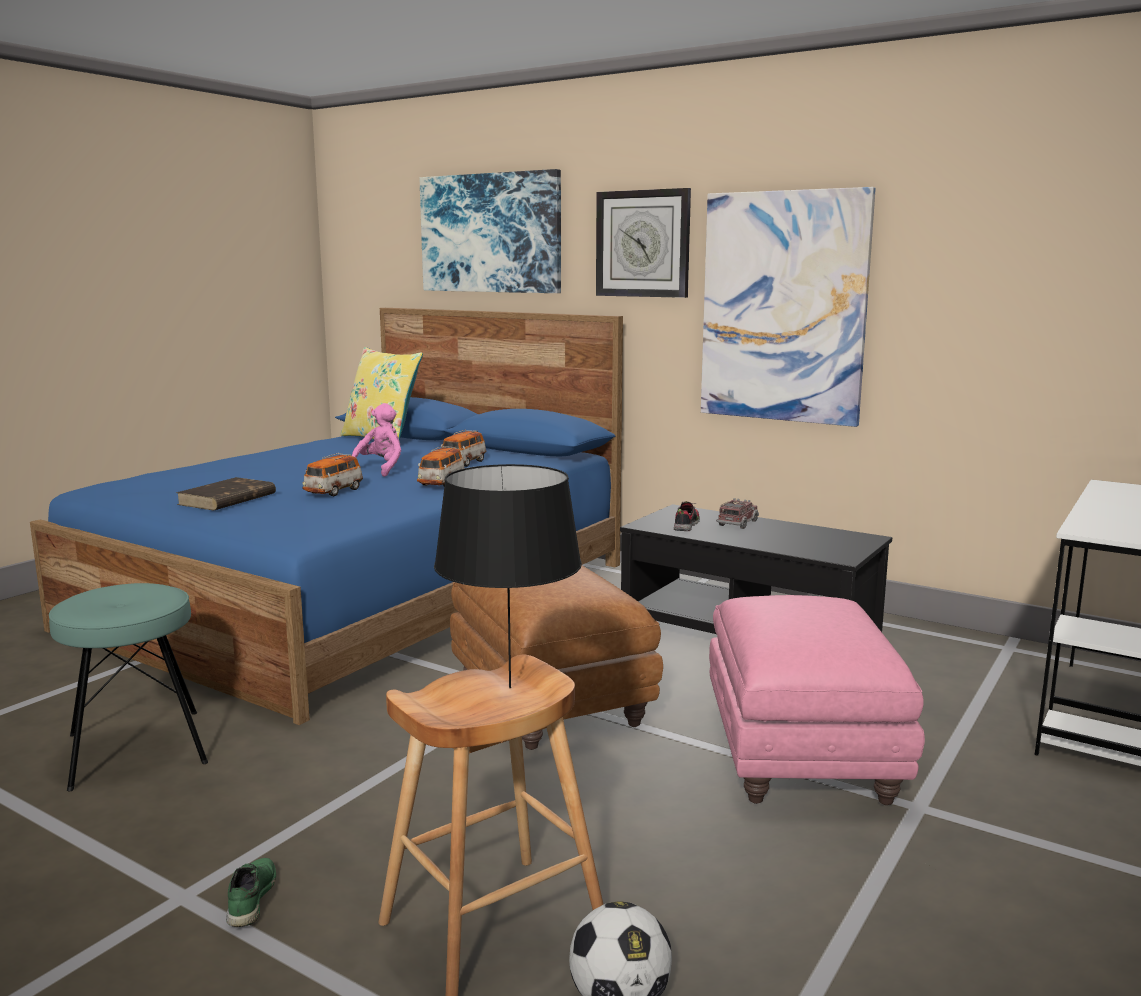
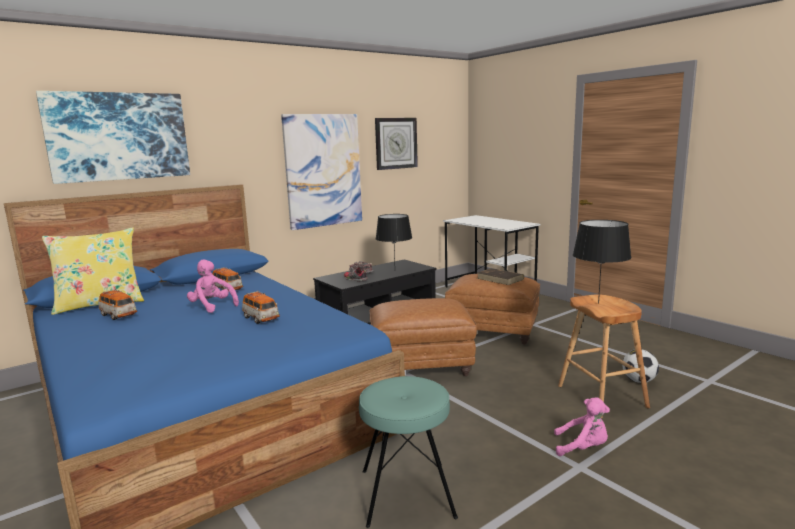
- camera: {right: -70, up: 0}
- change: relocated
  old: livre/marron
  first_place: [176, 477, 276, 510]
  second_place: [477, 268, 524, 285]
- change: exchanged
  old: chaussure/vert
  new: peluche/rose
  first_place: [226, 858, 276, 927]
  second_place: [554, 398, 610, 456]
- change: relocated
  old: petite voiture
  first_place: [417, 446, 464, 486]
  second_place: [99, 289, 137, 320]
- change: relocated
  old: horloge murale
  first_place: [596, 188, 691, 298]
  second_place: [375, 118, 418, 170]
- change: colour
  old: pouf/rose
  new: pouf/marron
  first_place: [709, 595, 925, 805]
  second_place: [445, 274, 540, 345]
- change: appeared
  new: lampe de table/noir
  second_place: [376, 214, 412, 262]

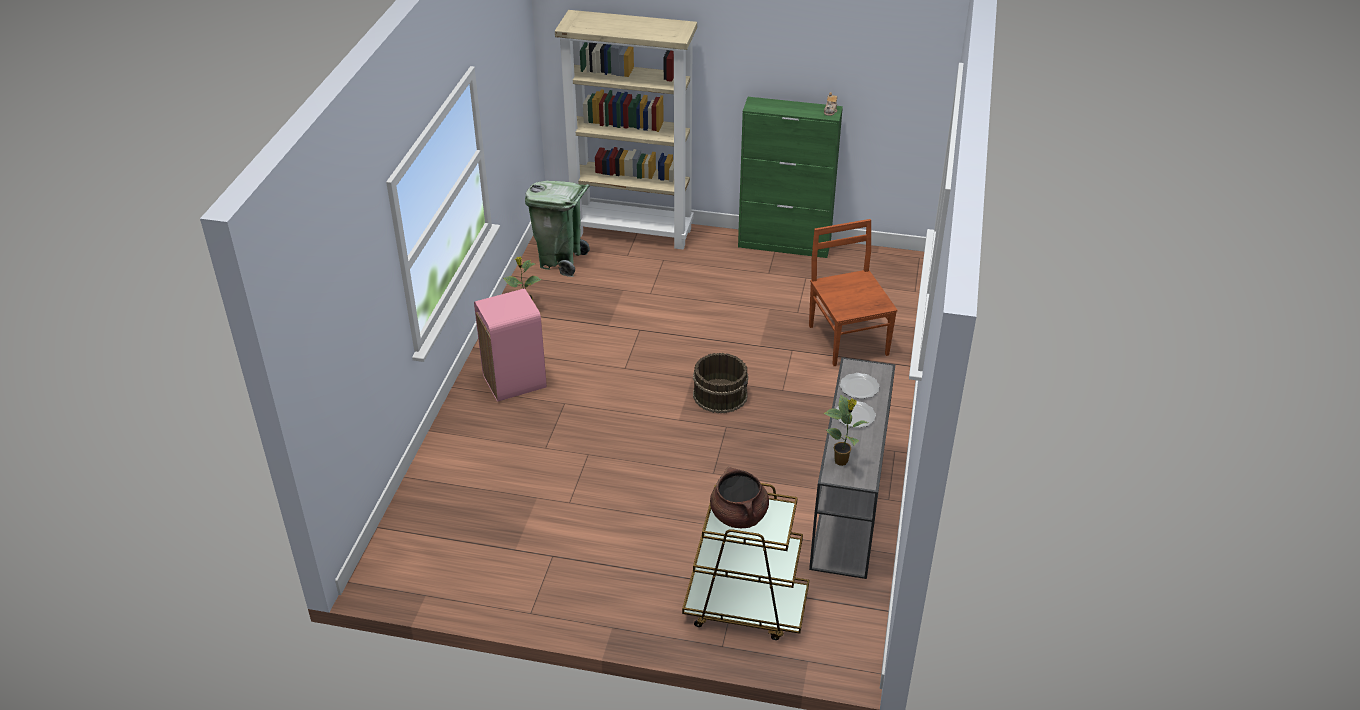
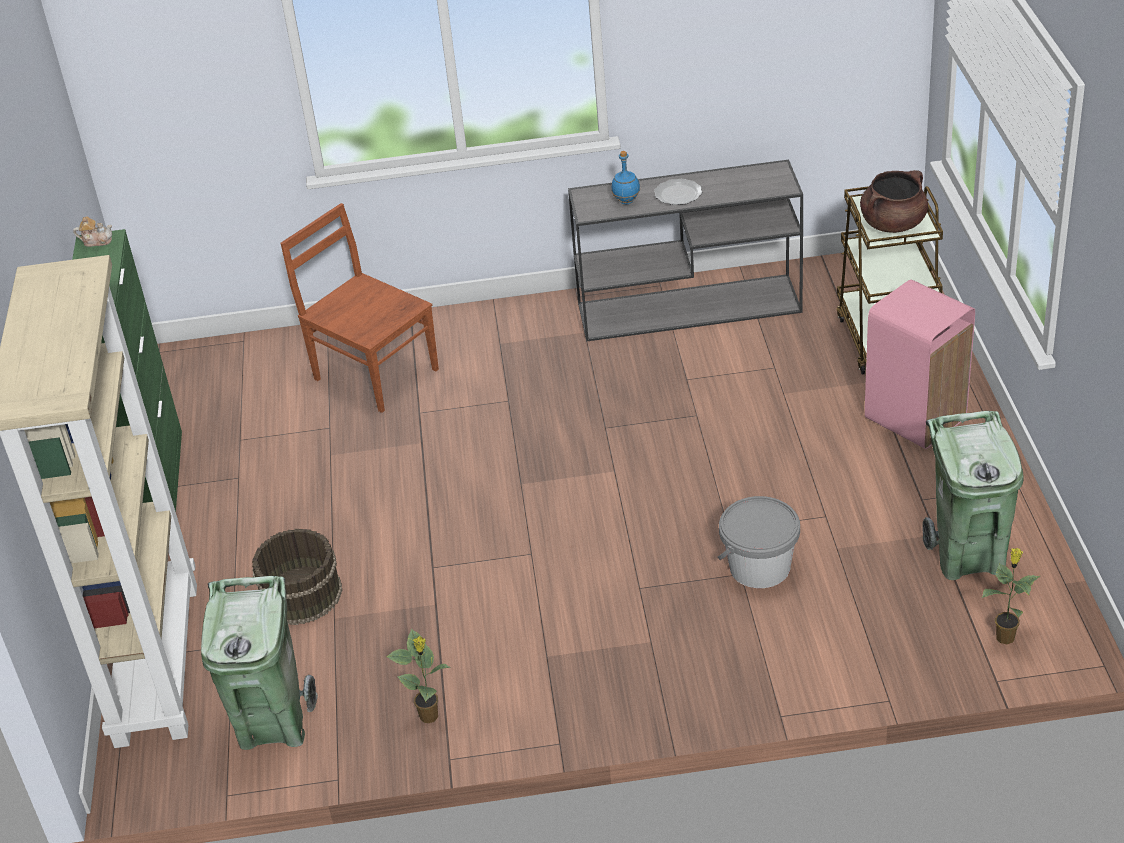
- camera: {right: -105, up: 0}
- change: relocated
  old: poubelle/rose
  first_place: [474, 288, 547, 402]
  second_place: [865, 280, 975, 449]
- change: relocated
  old: seau/marron
  first_place: [693, 353, 748, 414]
  second_place: [252, 529, 342, 625]
- change: spun
  old: chaise/marron
  first_place: [809, 219, 898, 366]
  second_place: [280, 203, 439, 413]
  degrees: 75
- change: relocated
  old: plante en pot
  first_place: [823, 394, 868, 466]
  second_place: [982, 548, 1040, 644]
- change: exchanged
  old: assiette
  new: bouteille/bleu
  first_place: [840, 373, 880, 399]
  second_place: [612, 151, 640, 204]
- change: appeared
  new: seau/gris
  second_place: [718, 496, 800, 588]
- change: appeared
  new: poubelle/vert
  second_place: [922, 411, 1024, 580]

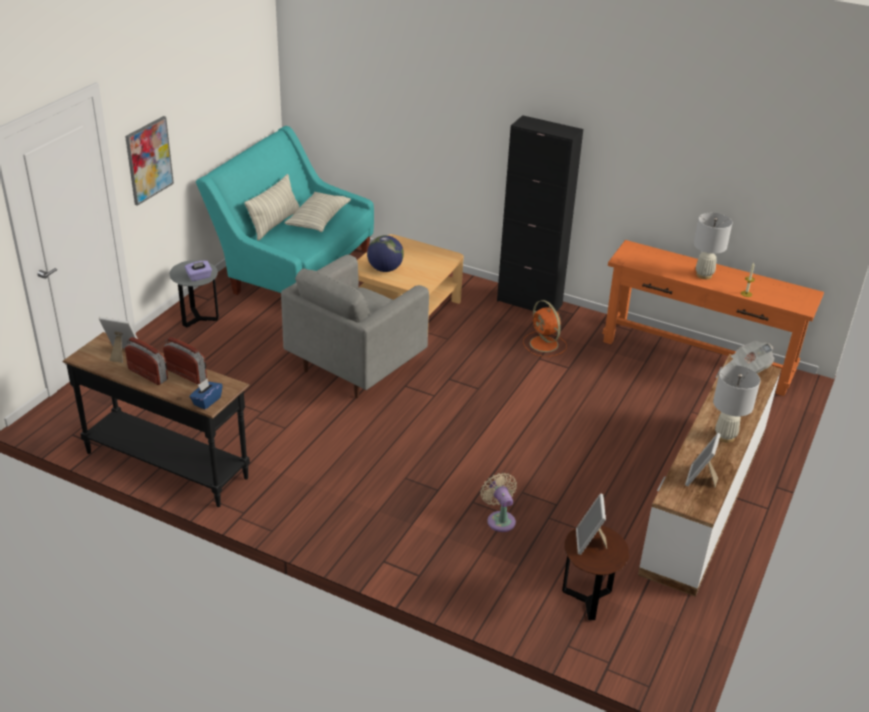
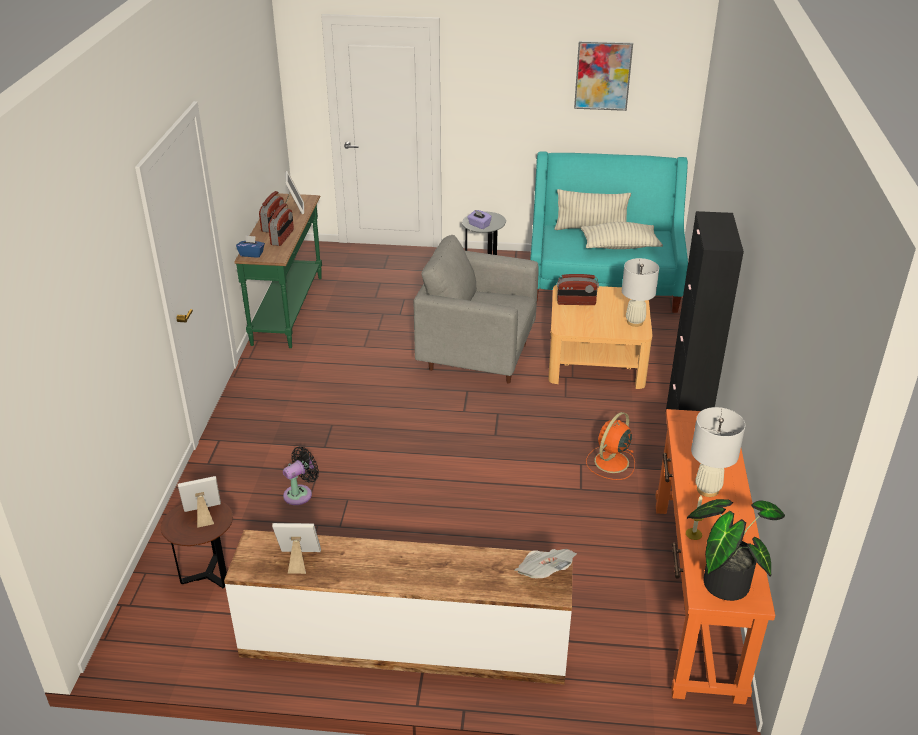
- camera: {right: 70, up: 0}
- change: colour
  old: table console/noir
  new: table console/vert
  first_place: [62, 332, 250, 507]
  second_place: [234, 193, 322, 348]
- change: relocated
  old: tableau
  first_place: [125, 116, 174, 206]
  second_place: [574, 41, 633, 111]
- change: exchanged
  old: globe
  new: radio
  first_place: [367, 235, 404, 272]
  second_place: [557, 274, 599, 305]
- change: colour
  old: ventilateur/beige
  new: ventilateur/noir
  first_place: [481, 473, 517, 532]
  second_place: [283, 447, 319, 505]
- change: relocated
  old: lampe de table/blanc
  first_place: [713, 365, 760, 443]
  second_place: [622, 258, 659, 327]
- change: appeared
  new: plante en pot
  second_place: [687, 499, 785, 601]

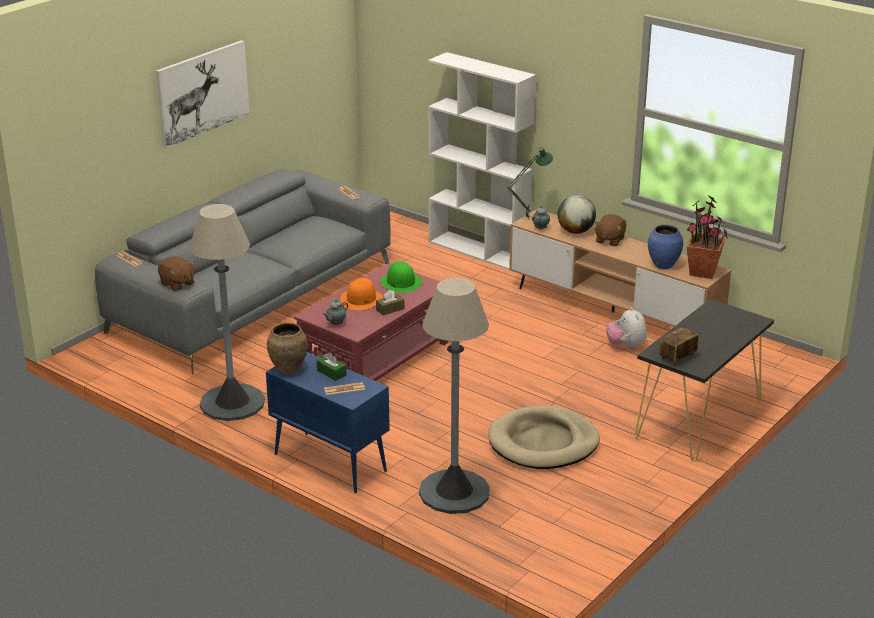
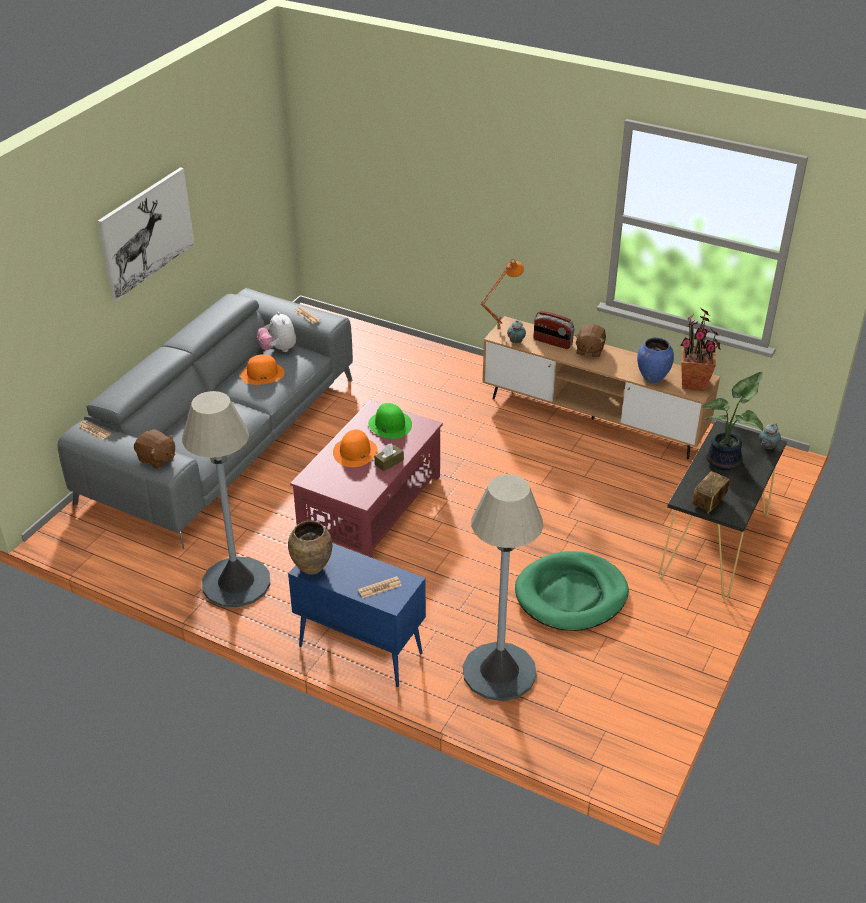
- camera: {right: -10, up: 10}
- change: missing
  old: boîte à mouchoirs/vert
  first_place: [317, 352, 347, 381]
- change: relocated
  old: théière
  first_place: [323, 299, 348, 325]
  second_place: [759, 423, 781, 449]
- change: missing
  old: bibliothèque/blanc
  first_place: [428, 52, 536, 270]
- change: colour
  old: panier pour chien/beige
  new: panier pour chien/vert
  first_place: [488, 405, 600, 469]
  second_place: [515, 551, 629, 631]
- change: colour
  old: lampe de table/vert
  new: lampe de table/orange
  first_place: [507, 147, 553, 219]
  second_place: [480, 259, 524, 331]
- change: exchanged
  old: globe
  new: radio
  first_place: [558, 195, 596, 234]
  second_place: [533, 311, 575, 349]
- change: relocated
  old: peluche
  first_place: [606, 307, 647, 349]
  second_place: [257, 312, 296, 352]
- change: appeared
  new: chapeau/orange
  second_place: [241, 354, 285, 385]
- change: appeared
  new: plante en pot
  second_place: [701, 372, 764, 470]

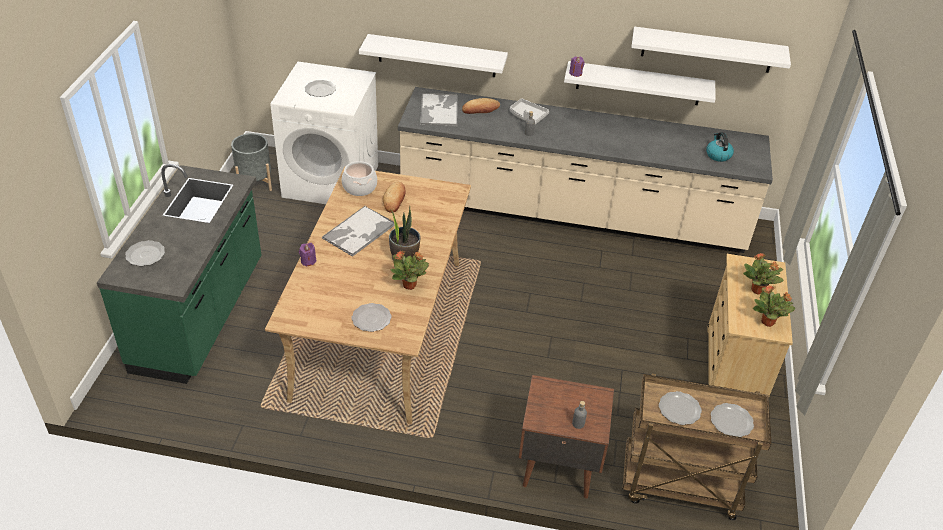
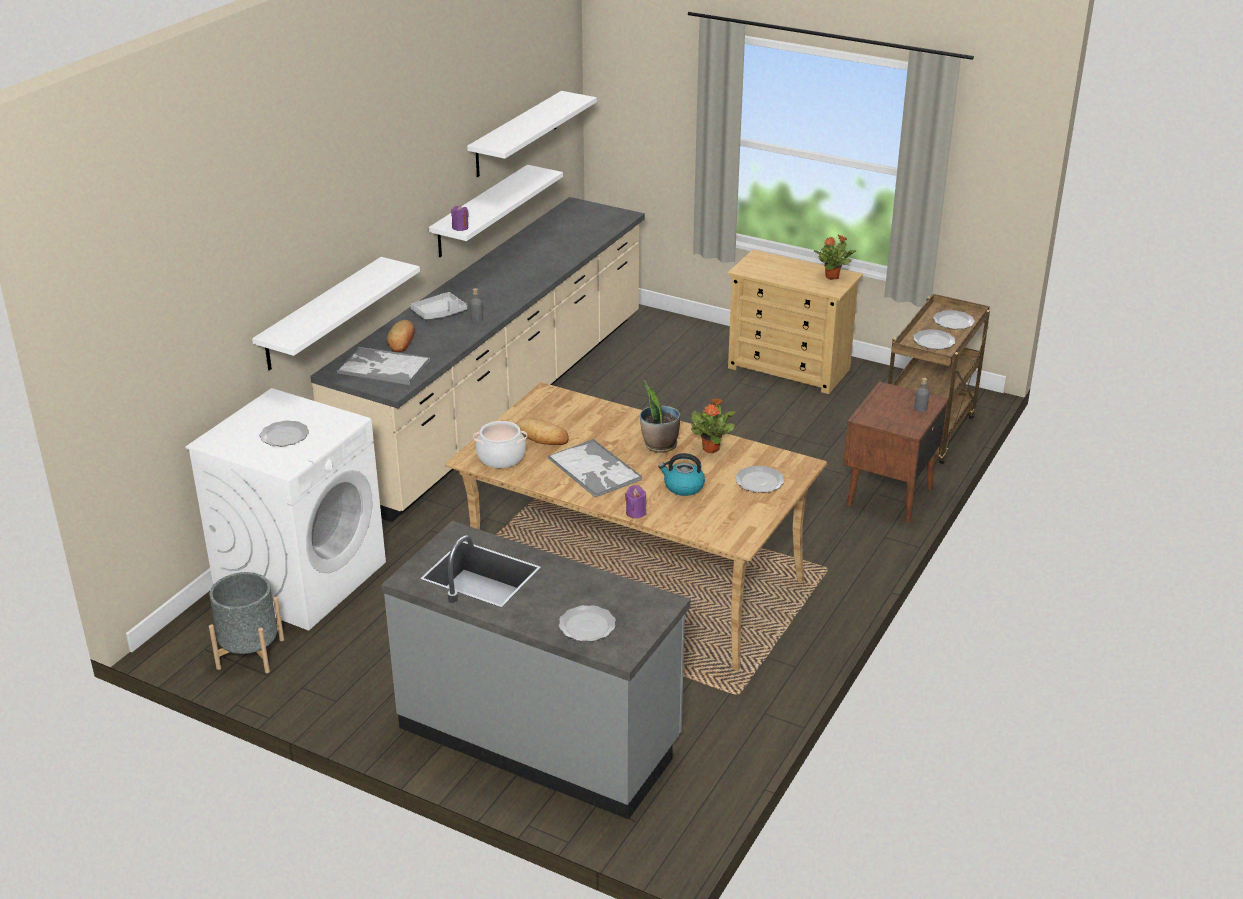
- camera: {right: -70, up: -10}
- change: colour
  old: comptoir de cuisine/vert
  new: comptoir de cuisine/gris
  first_place: [97, 164, 261, 384]
  second_place: [381, 521, 691, 820]
- change: relocated
  old: bouilloire
  first_place: [706, 132, 734, 162]
  second_place: [658, 453, 705, 496]
- change: missing
  old: plante en pot
  first_place: [743, 253, 783, 295]

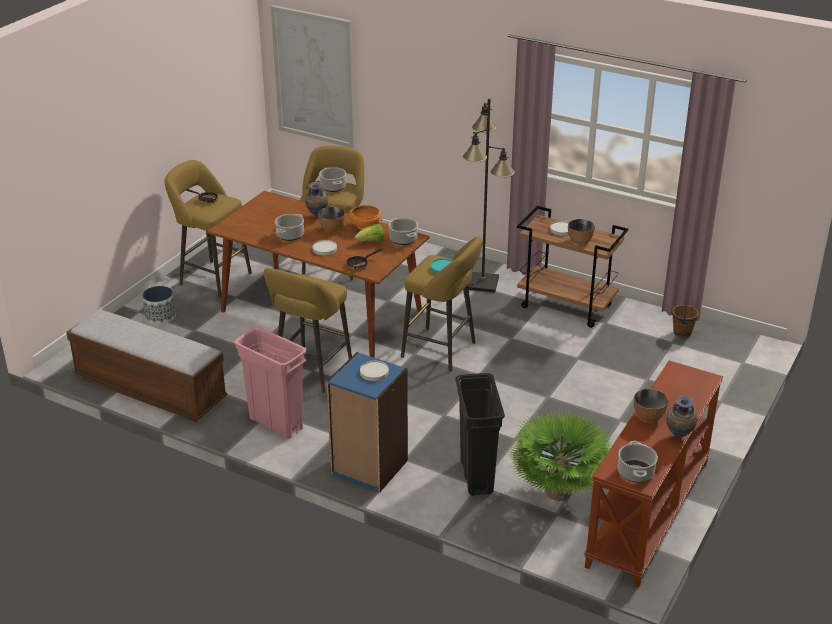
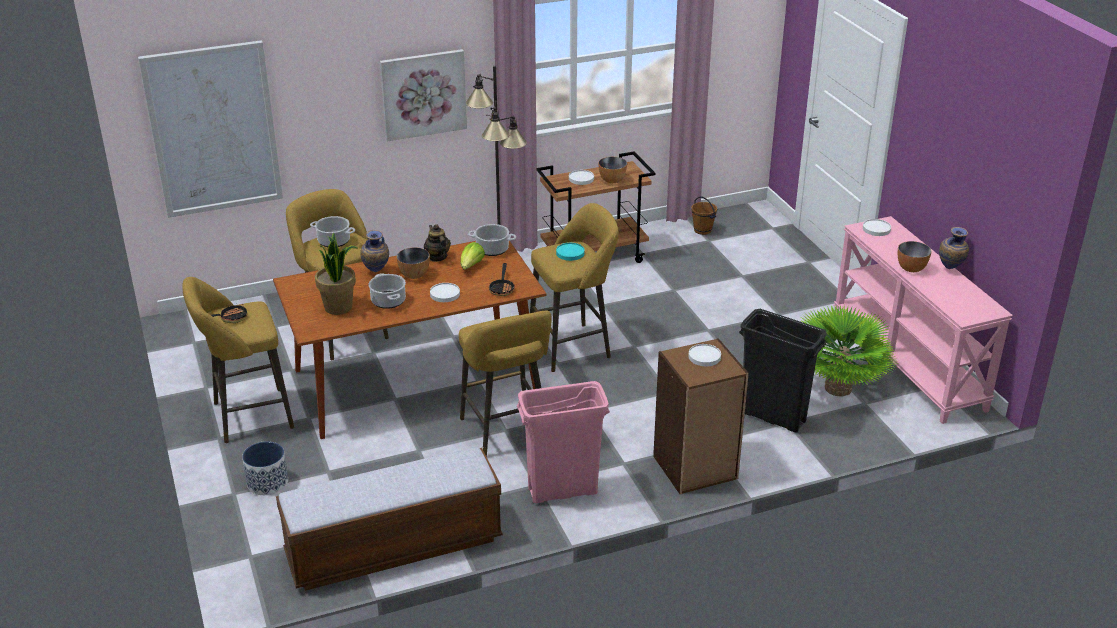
- camera: {right: -50, up: 0}
- change: colour
  old: bibliothèque/bleu
  new: bibliothèque/marron
  first_place: [326, 352, 408, 492]
  second_place: [653, 338, 749, 494]
- change: exchanged
  old: bol/orange
  new: théière
  first_place: [349, 205, 382, 230]
  second_place: [424, 224, 451, 262]
- change: colour
  old: table console/marron
  new: table console/rose
  first_place: [584, 360, 723, 588]
  second_place: [834, 216, 1013, 424]
- change: missing
  old: marmite
  first_place: [618, 441, 658, 483]
- change: appeared
  new: plante en pot
  second_place: [315, 233, 357, 315]
- change: appeared
  new: tableau
  second_place: [380, 49, 467, 141]
- change: appeared
  new: assiette/blanc
  second_place: [863, 219, 891, 236]

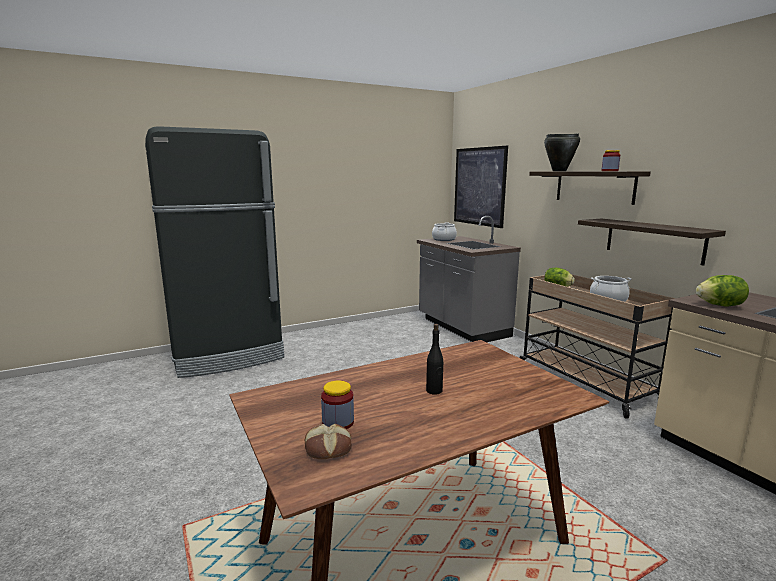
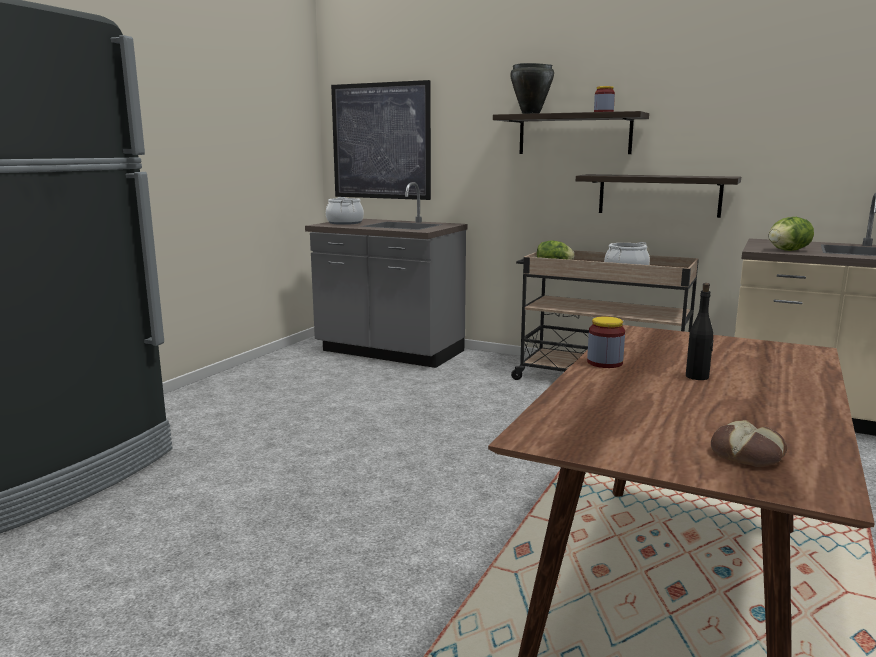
- camera: {right: -35, up: 0}
- change: relocated
  old: bocal
  first_place: [321, 380, 354, 429]
  second_place: [587, 316, 625, 368]

